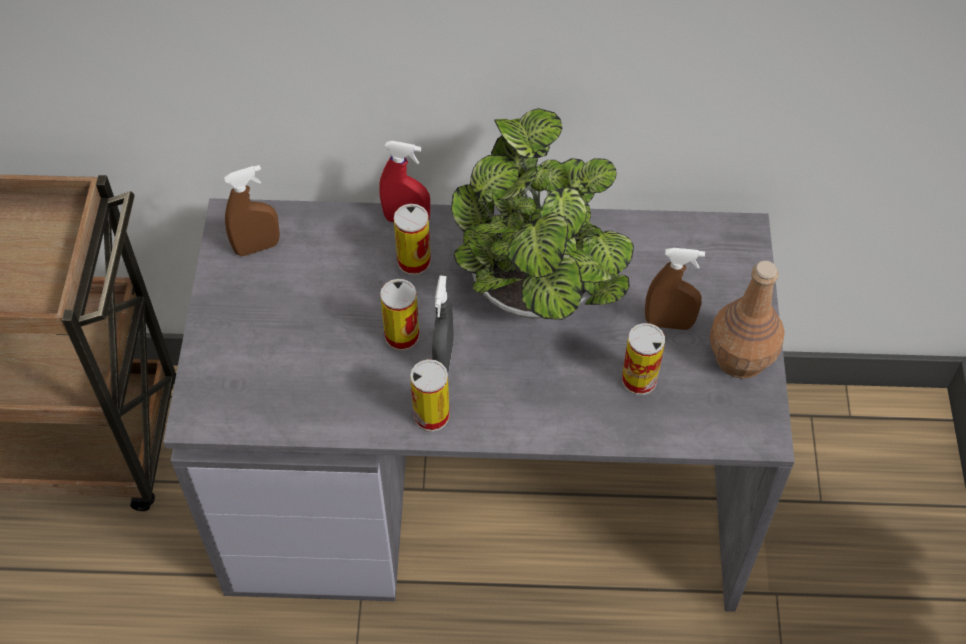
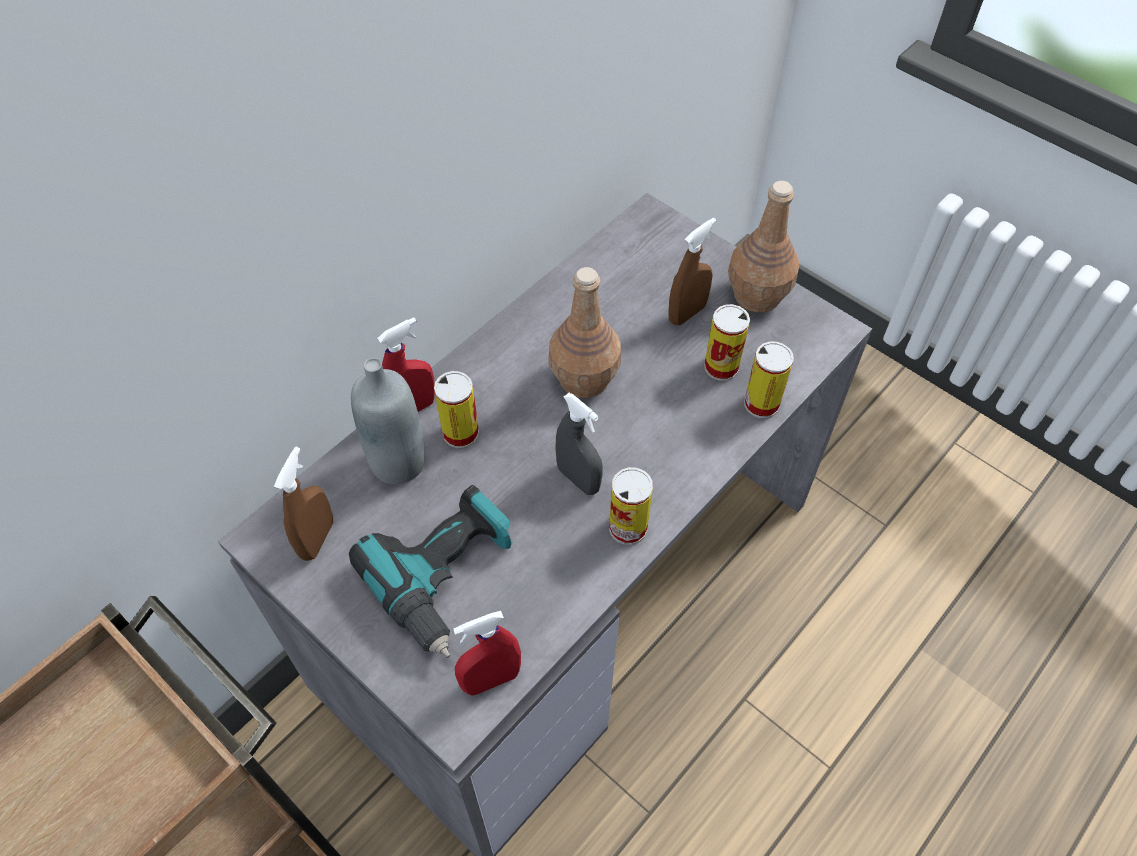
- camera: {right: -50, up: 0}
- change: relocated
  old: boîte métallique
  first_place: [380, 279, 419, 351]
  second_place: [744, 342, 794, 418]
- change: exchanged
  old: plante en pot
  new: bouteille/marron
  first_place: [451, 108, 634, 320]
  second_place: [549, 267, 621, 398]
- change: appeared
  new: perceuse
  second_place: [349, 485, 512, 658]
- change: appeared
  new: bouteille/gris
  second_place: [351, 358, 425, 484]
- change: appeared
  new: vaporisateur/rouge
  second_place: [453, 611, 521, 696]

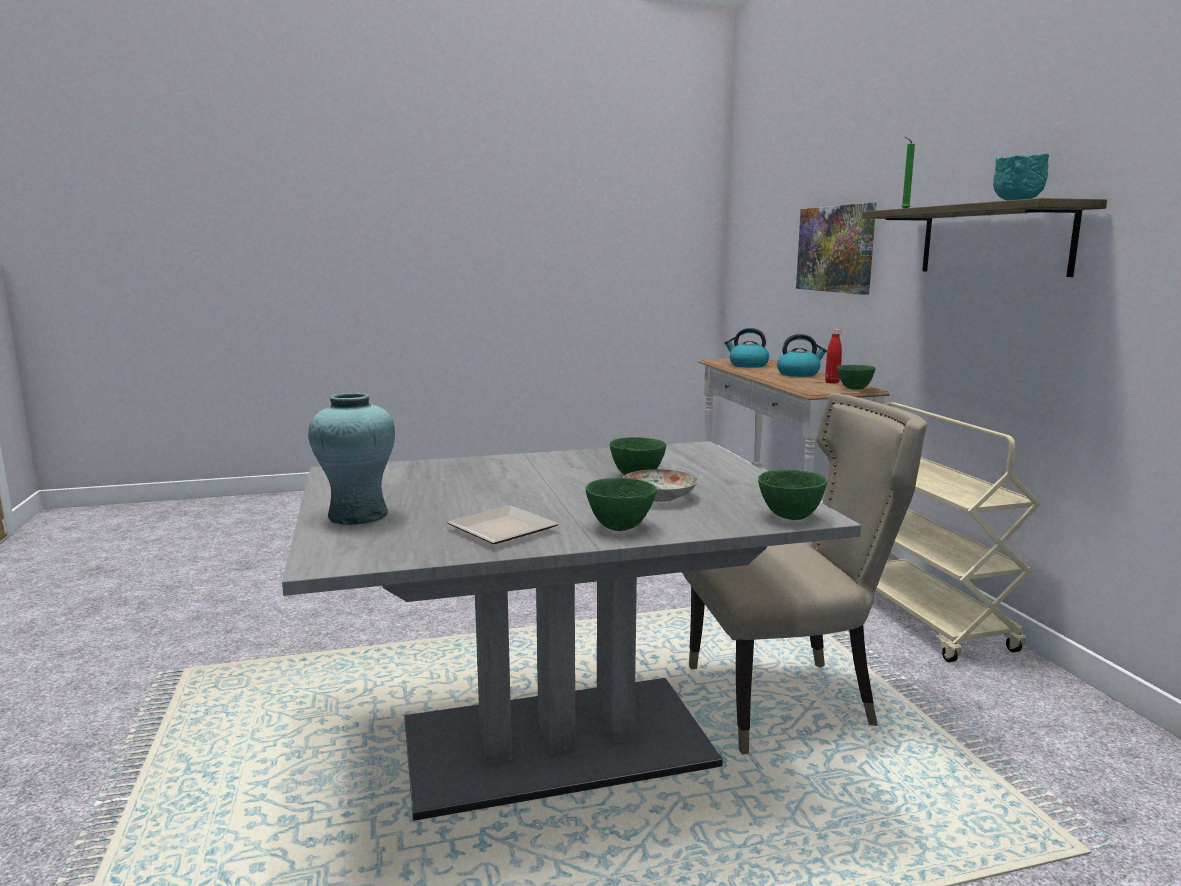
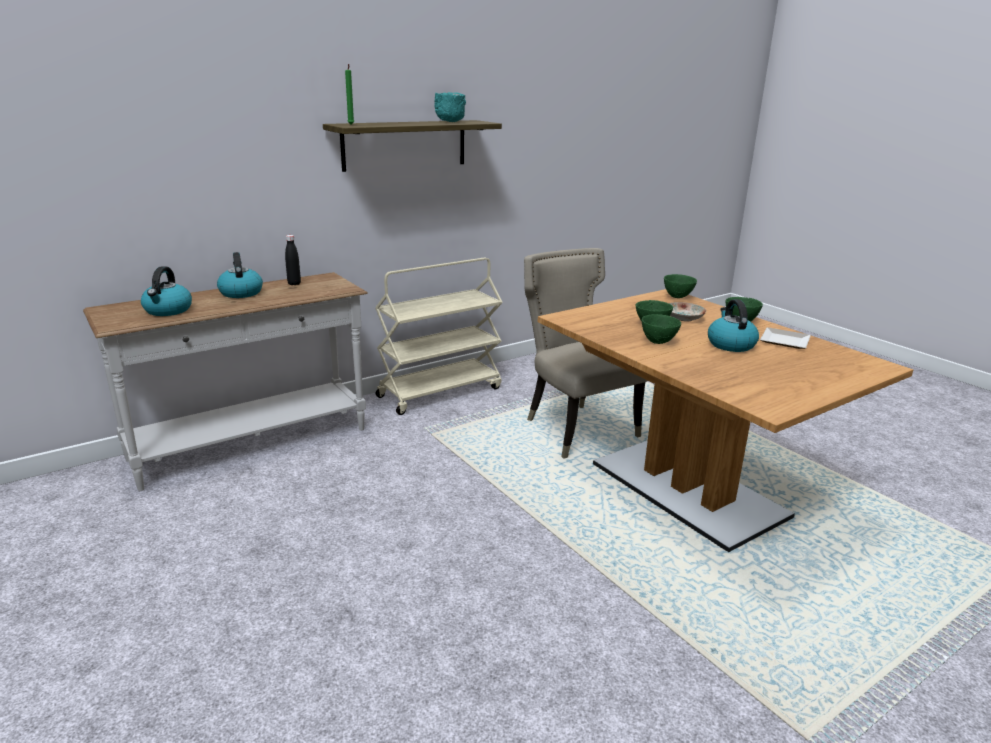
- camera: {right: -110, up: 10}
- change: colour
  old: table à manger/gris
  new: table à manger/marron
  first_place: [282, 441, 861, 821]
  second_place: [538, 289, 913, 552]
- change: missing
  old: vase/turquoise
  first_place: [308, 392, 395, 525]
- change: missing
  old: tableau
  first_place: [796, 203, 876, 295]
- change: colour
  old: bouteille/rouge
  new: bouteille/noir
  first_place: [825, 329, 842, 383]
  second_place: [285, 235, 301, 285]
- change: relocated
  old: bol/vert
  first_place: [837, 365, 875, 390]
  second_place: [642, 314, 681, 344]
- change: appeared
  new: bouilloire
  second_place: [708, 299, 759, 352]

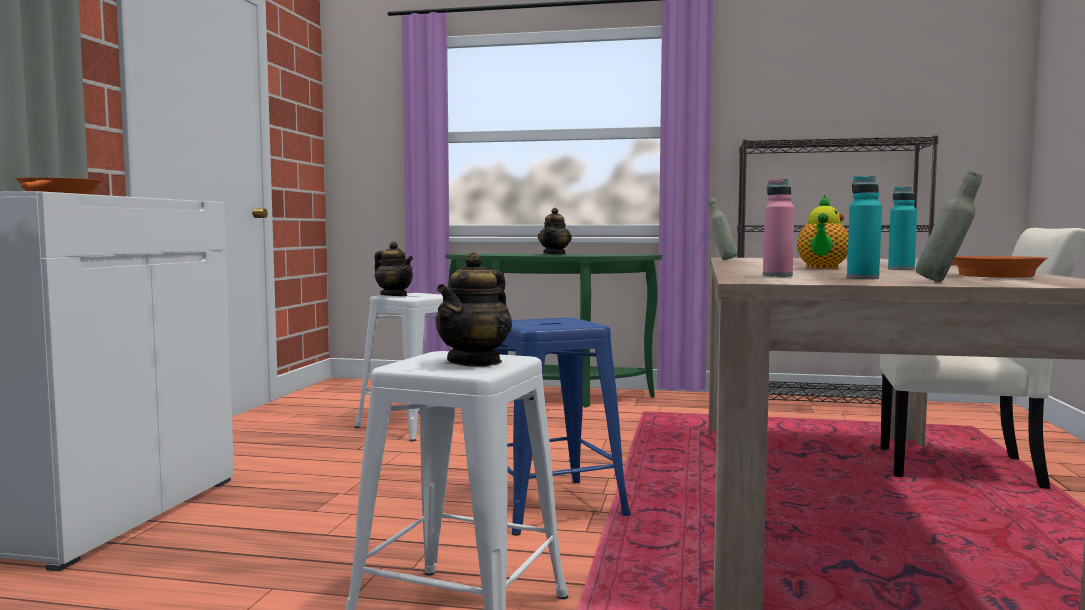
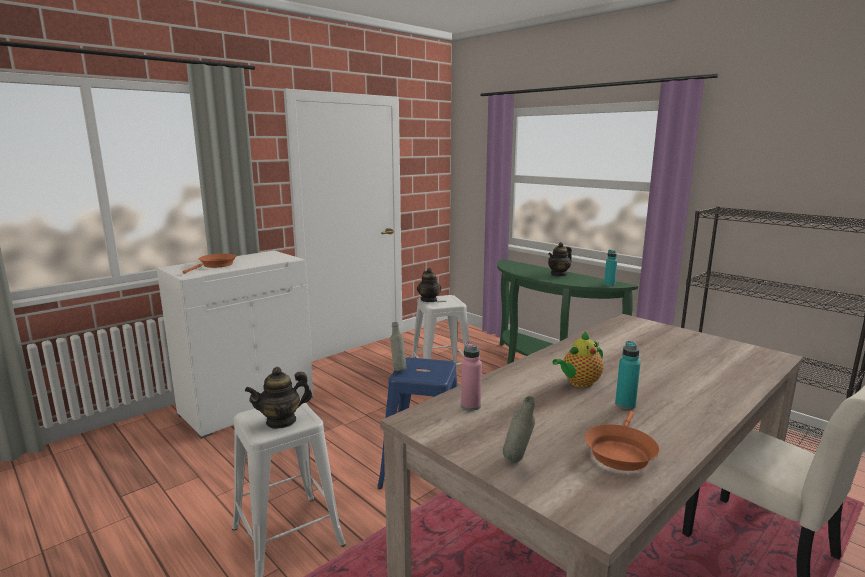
- camera: {right: 35, up: 10}
- change: relocated
  old: bouteille/gris
  first_place: [708, 198, 738, 260]
  second_place: [390, 322, 406, 371]
- change: relocated
  old: bouteille/turquoise
  first_place: [847, 176, 882, 279]
  second_place: [604, 250, 617, 286]

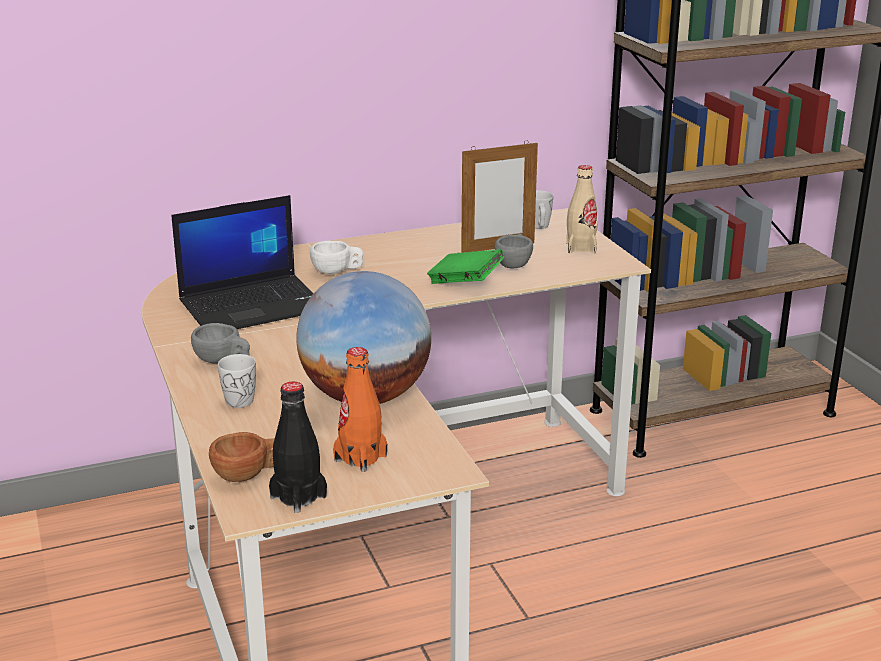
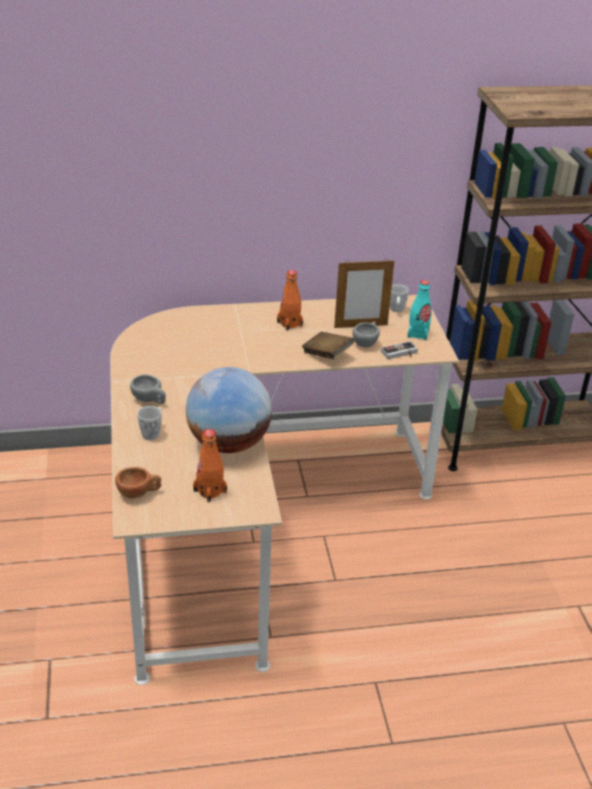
- camera: {right: 10, up: 10}
- change: missing
  old: ordinateur portable
  first_place: [172, 195, 314, 329]
- change: missing
  old: bouteille/noir
  first_place: [269, 382, 327, 513]
- change: missing
  old: tasse/blanc
  first_place: [310, 241, 363, 274]
- change: colour
  old: livre/vert
  new: livre/marron
  first_place: [427, 249, 504, 284]
  second_place: [302, 332, 354, 360]
- change: colour
  old: bouteille/beige
  new: bouteille/turquoise
  first_place: [566, 165, 598, 253]
  second_place: [408, 280, 432, 340]
- change: appeared
  new: bouteille/orange
  second_place: [277, 270, 303, 331]
- change: appeared
  new: manette
  second_place: [381, 341, 418, 359]

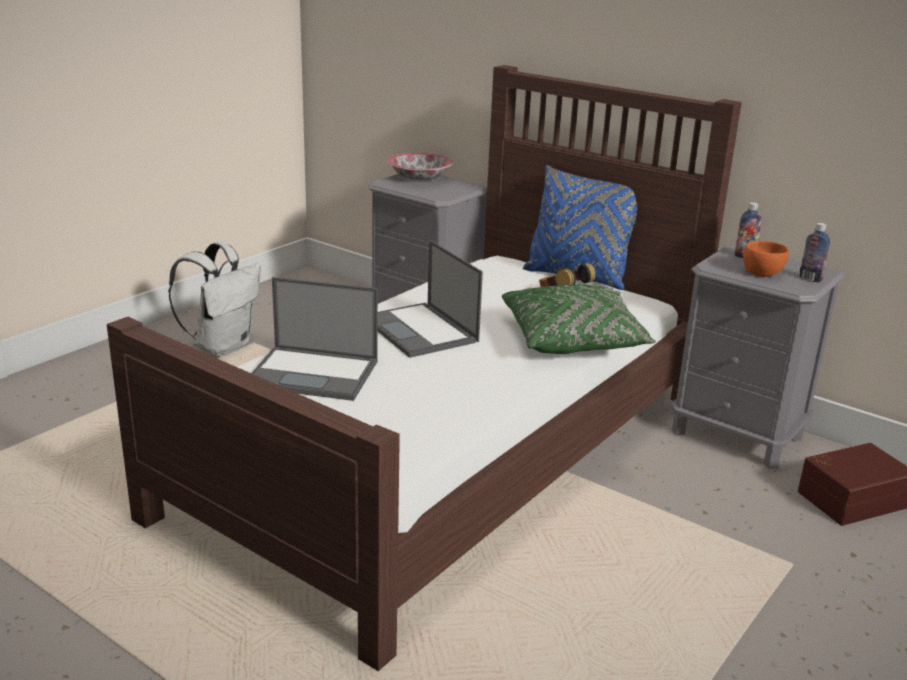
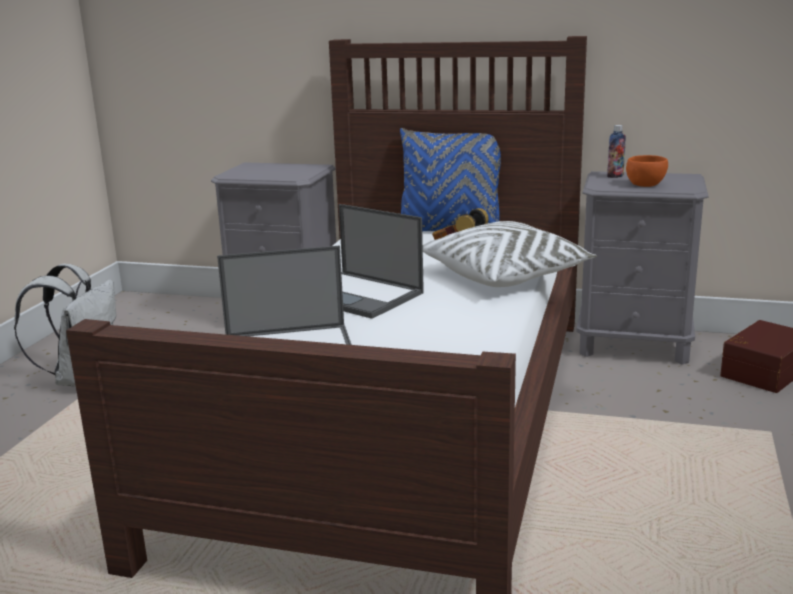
- camera: {right: -20, up: -5}
- change: missing
  old: bol
  first_place: [388, 153, 453, 180]
- change: colour
  old: coussin/vert
  new: coussin/blanc
  first_place: [502, 284, 656, 354]
  second_place: [423, 221, 597, 287]
- change: missing
  old: bouteille
  first_place: [800, 223, 830, 282]

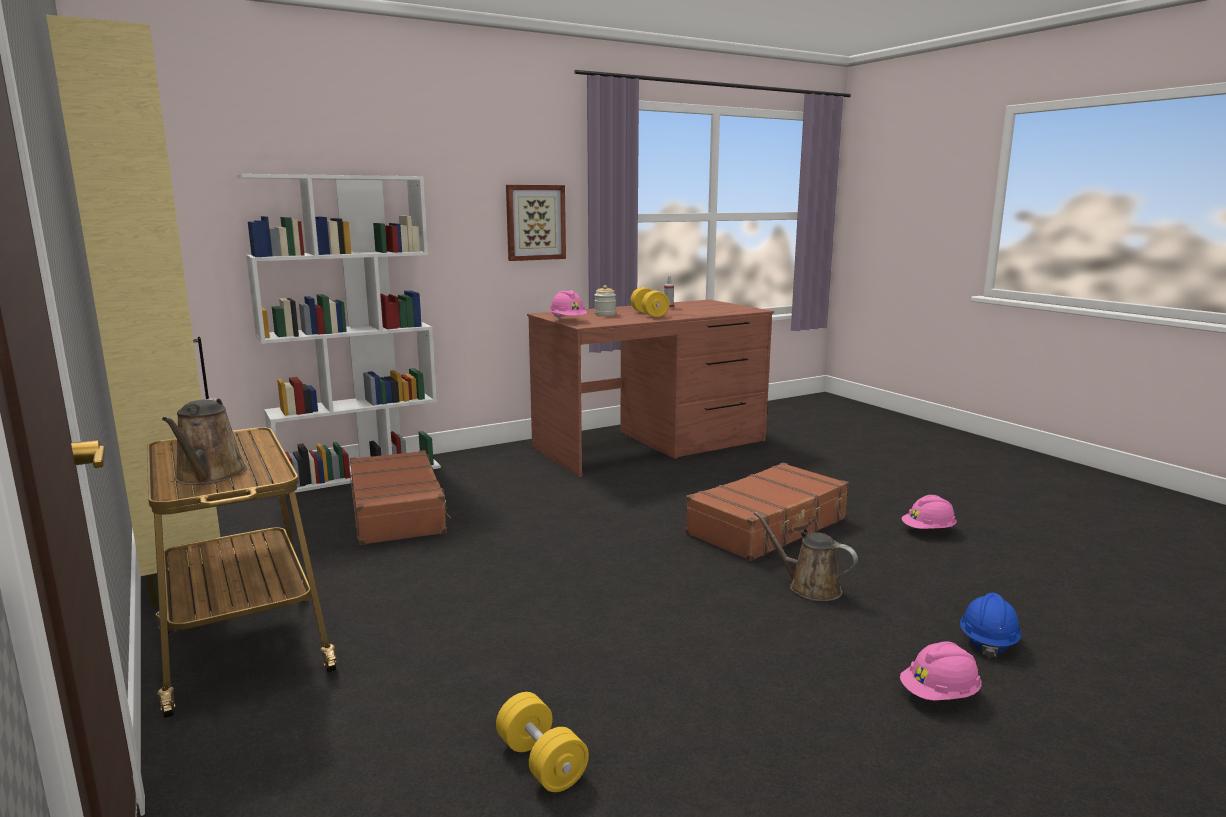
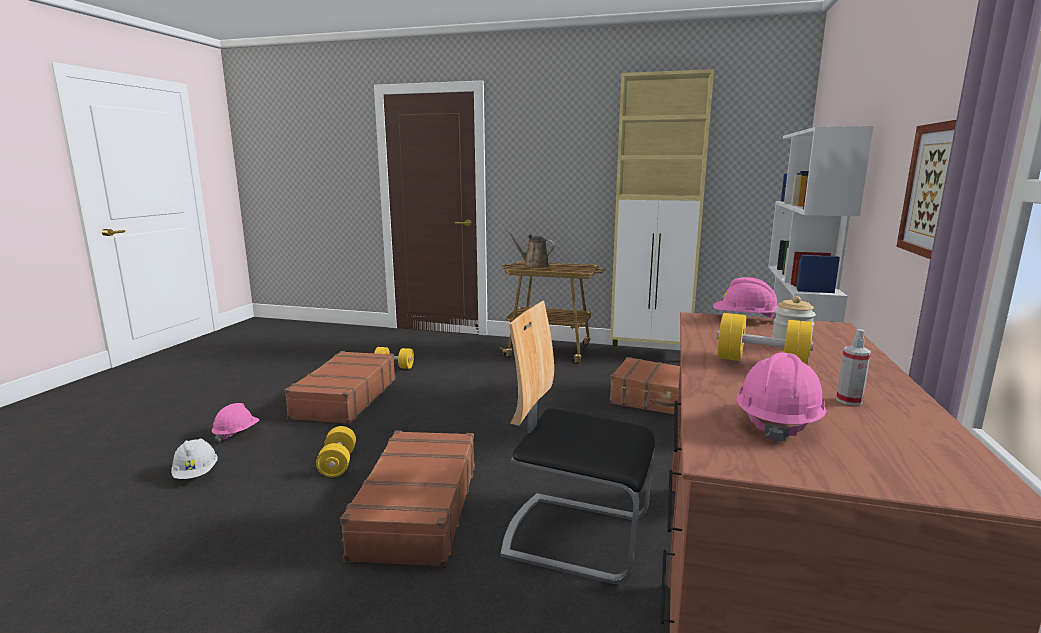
- camera: {right: 135, up: 0}
- change: exchanged
  old: arrosoir/marron
  new: haltère/jaune
  first_place: [754, 511, 858, 601]
  second_place: [316, 426, 356, 477]
- change: relocated
  old: casque de chantier/rose
  first_place: [901, 495, 957, 529]
  second_place: [737, 352, 826, 443]
- change: colour
  old: casque de chantier/bleu
  new: casque de chantier/blanc
  first_place: [960, 593, 1022, 658]
  second_place: [171, 438, 218, 479]
- change: appeared
  new: valise/marron
  second_place: [284, 351, 396, 424]
- change: appeared
  new: chaise
  second_place: [501, 301, 655, 584]

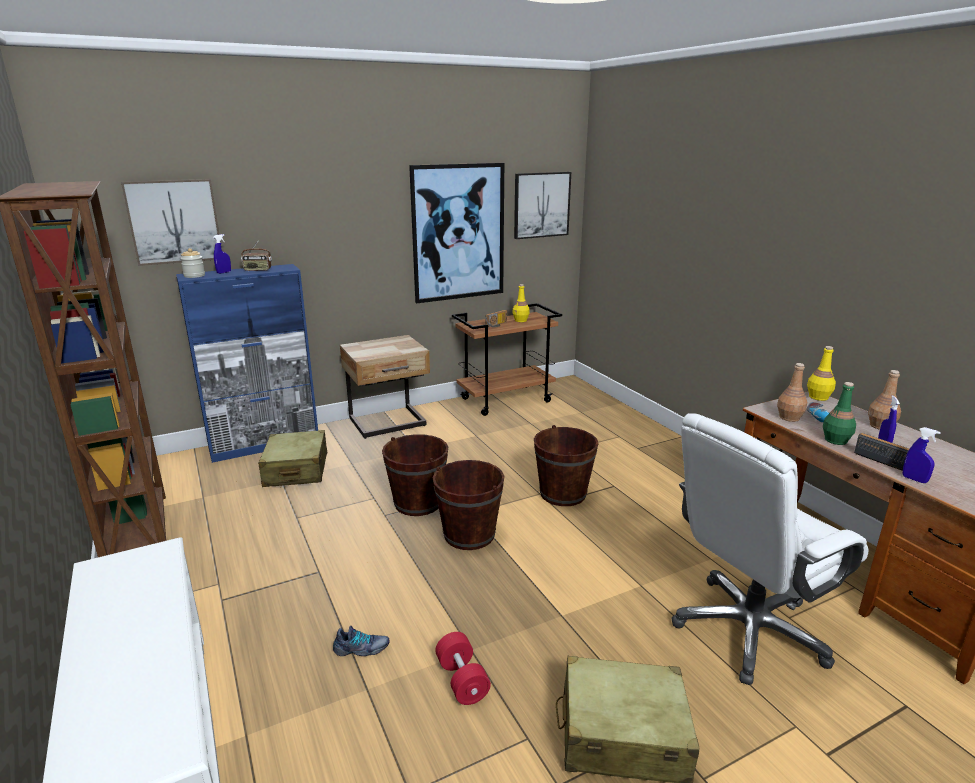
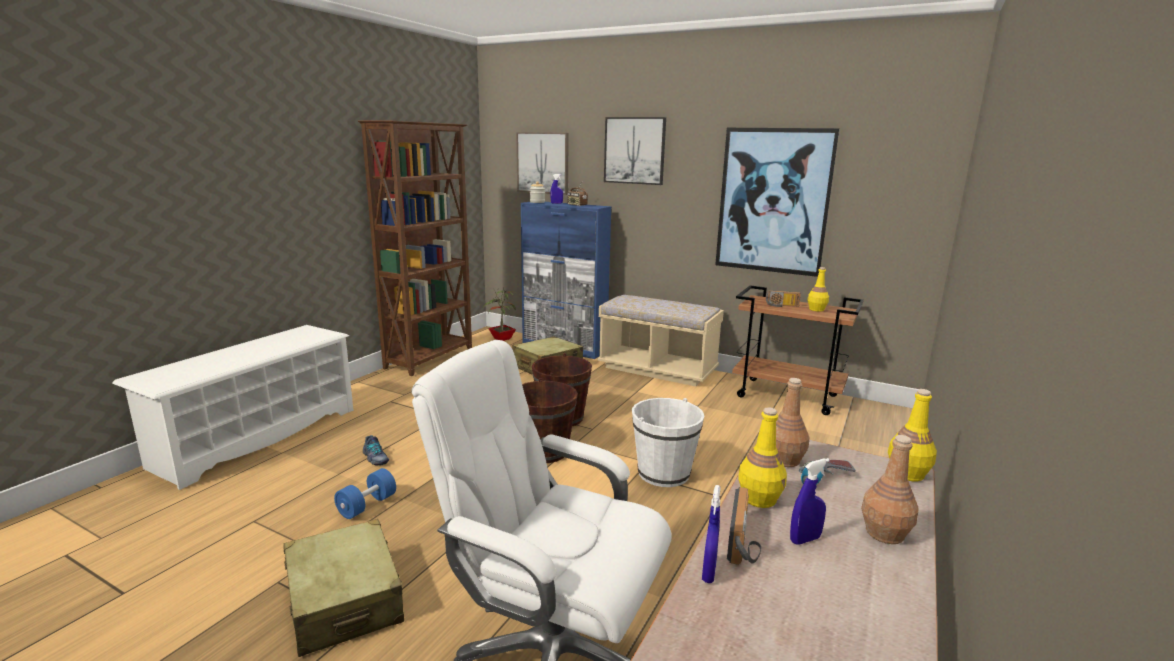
- camera: {right: 55, up: -5}
- change: exchanged
  old: table de chevet/beige
  new: banc/beige
  first_place: [340, 335, 430, 439]
  second_place: [598, 295, 724, 386]
- change: colour
  old: haltère/rouge
  new: haltère/bleu
  first_place: [435, 632, 491, 705]
  second_place: [334, 468, 396, 519]
- change: relocated
  old: tableau
  first_place: [514, 172, 571, 239]
  second_place: [604, 117, 666, 185]
- change: colour
  old: seau/marron
  new: seau/blanc
  first_place: [534, 425, 599, 506]
  second_place: [632, 398, 704, 487]
- change: colour
  old: bouteille/vert
  new: bouteille/jaune
  first_place: [823, 382, 856, 445]
  second_place: [738, 407, 787, 508]
- change: appeared
  new: plante en pot
  second_place: [482, 287, 516, 341]

